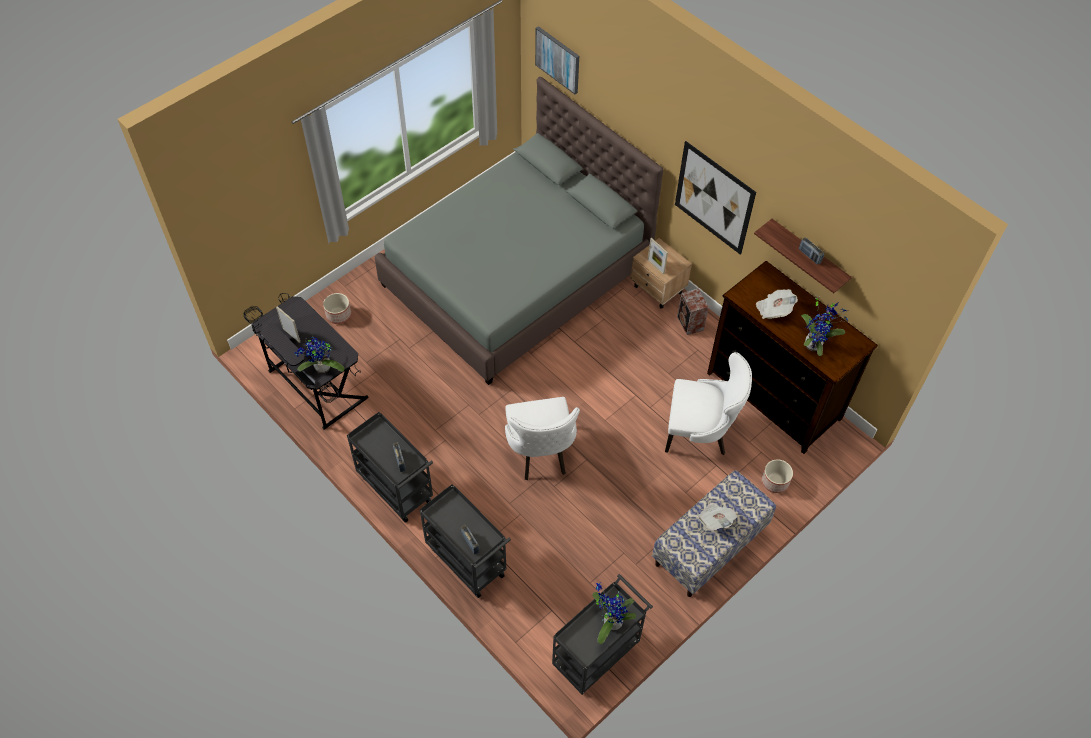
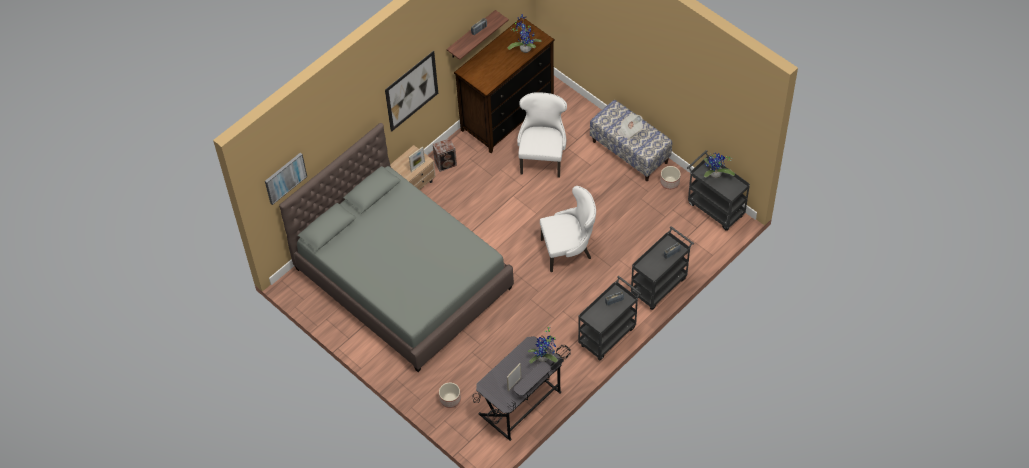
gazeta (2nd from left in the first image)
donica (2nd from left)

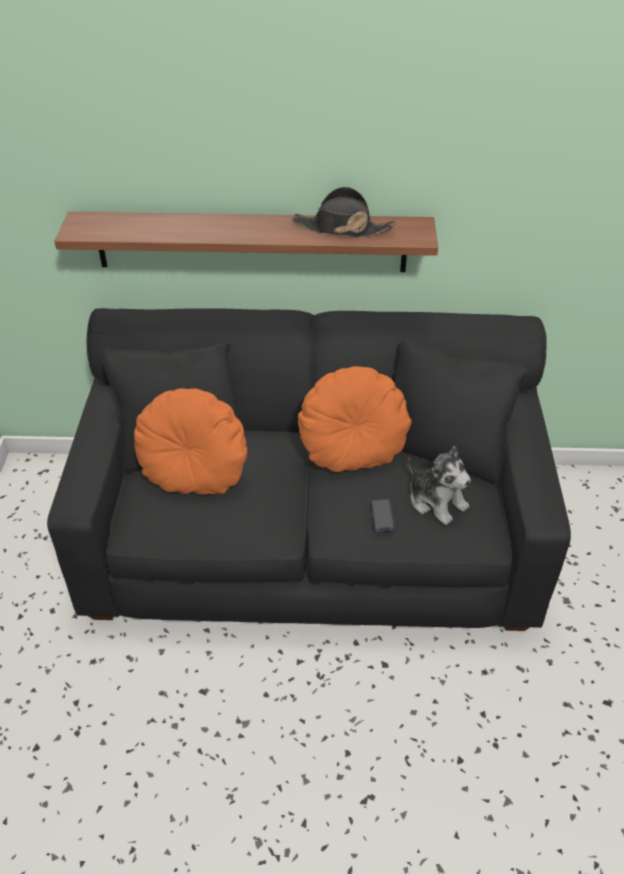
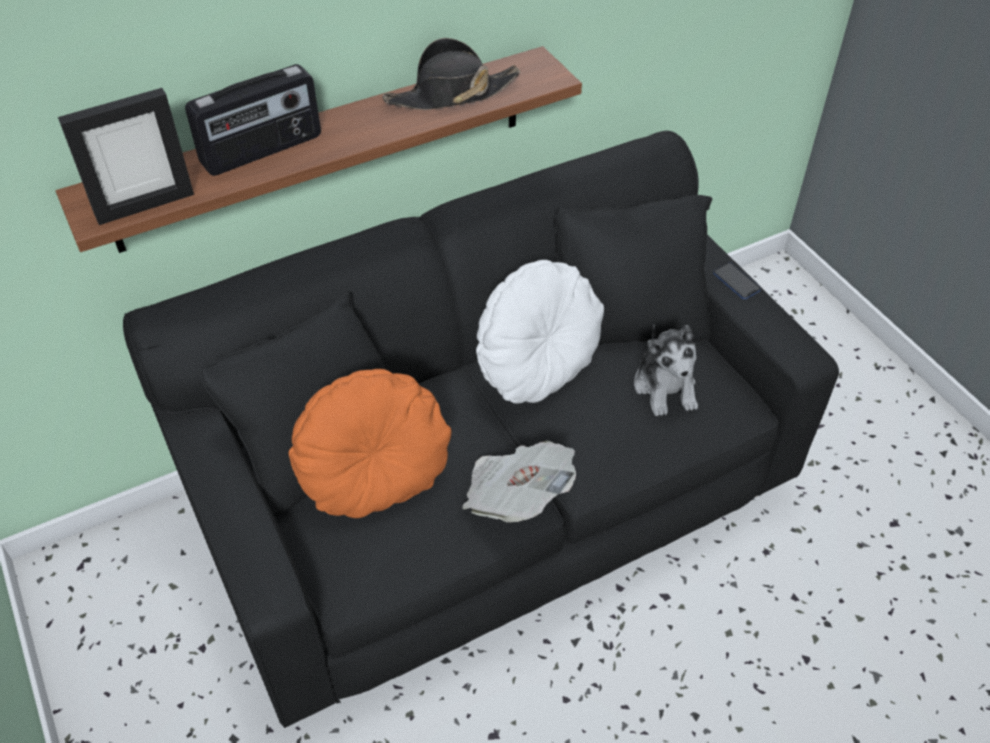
poduszka/biały
pluszak
telefon
radio
ramka na zdjęcie
gazeta

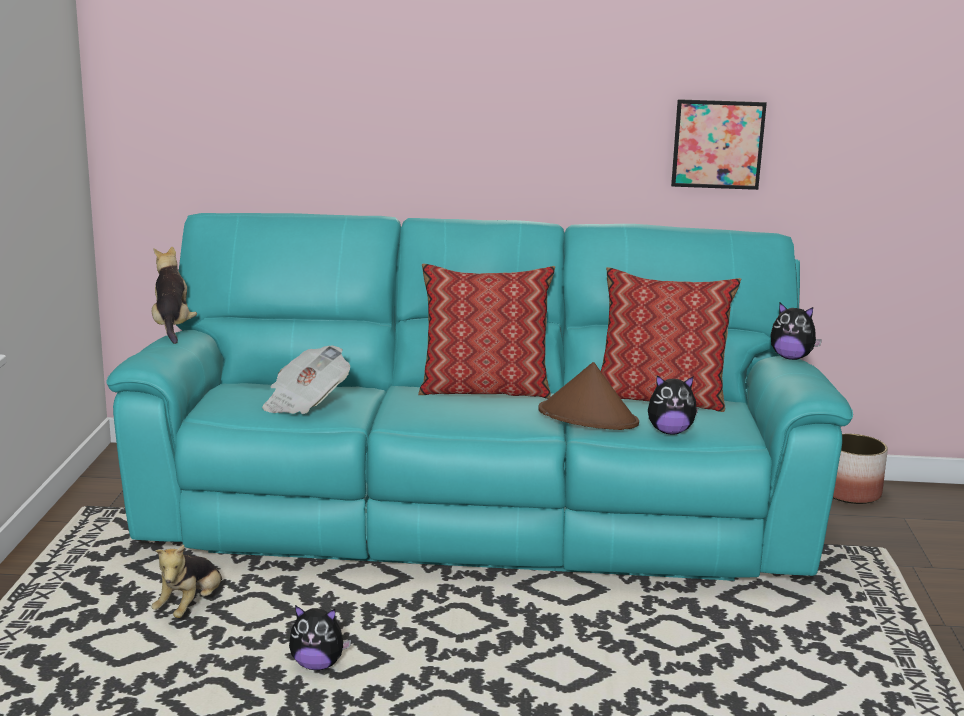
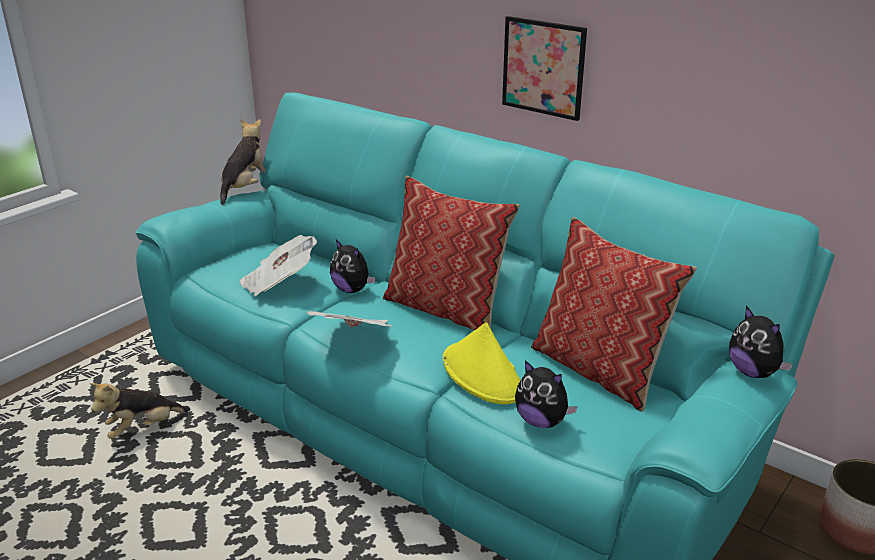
obraz
kapelusz/żółty
pluszak (3rd from left)
gazeta (2nd from left)

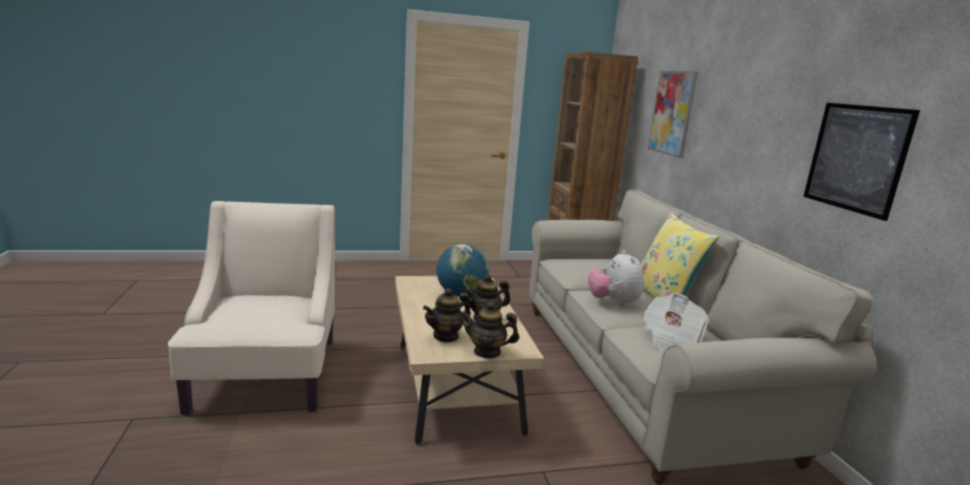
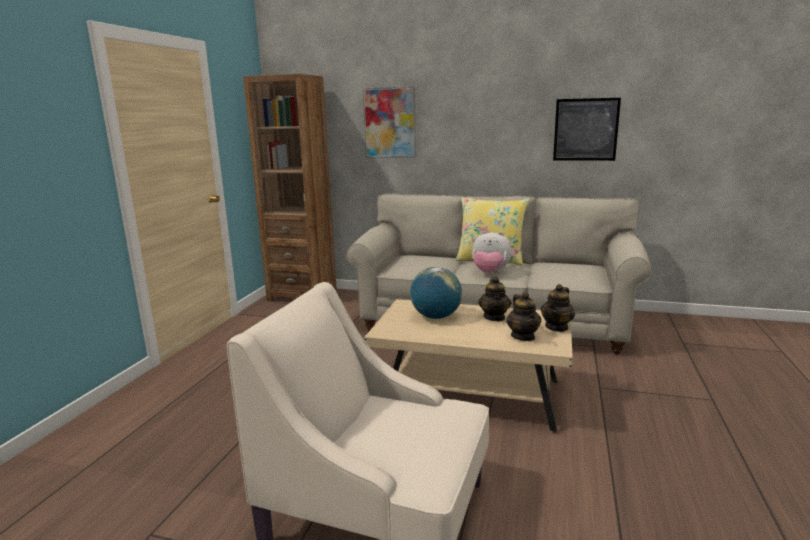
gazeta

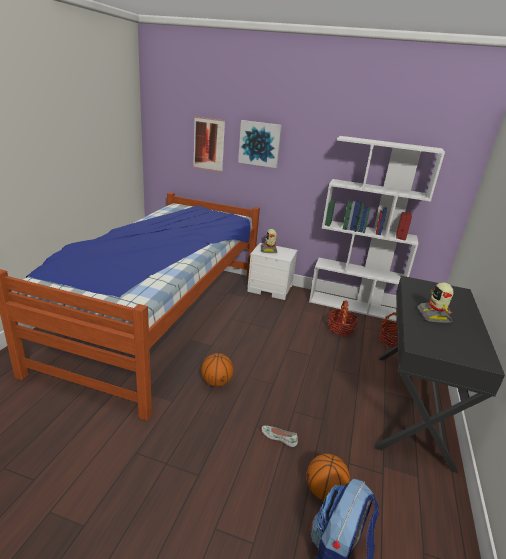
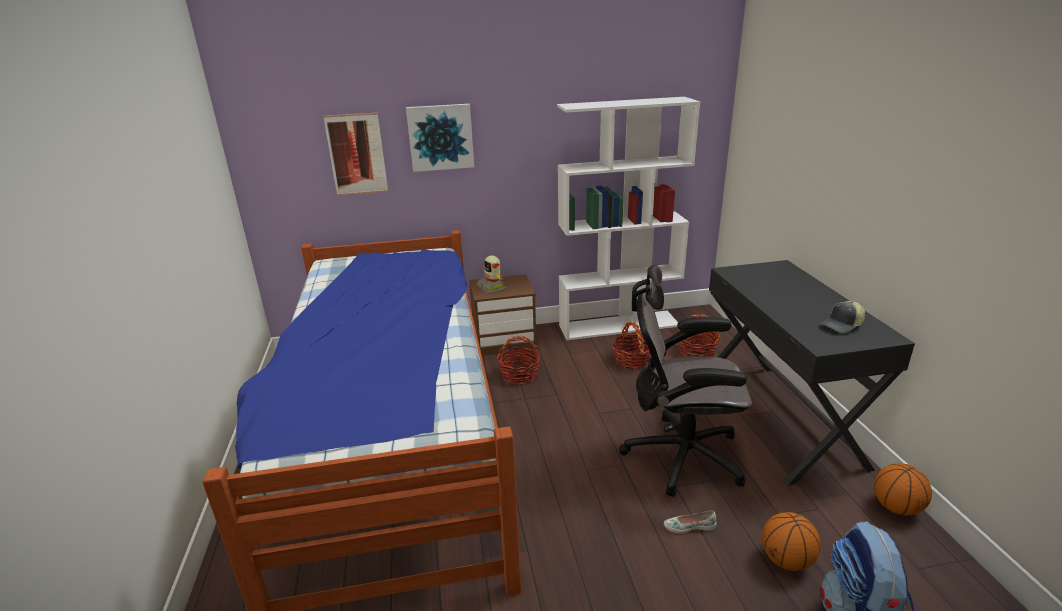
szafka nocna/brązowy
robot zabawkowy (2nd from left in the first image)
piłka do koszykówki (2nd from left)
krzesło biurowe
czapka z daszkiem
koszyk (1st from left)

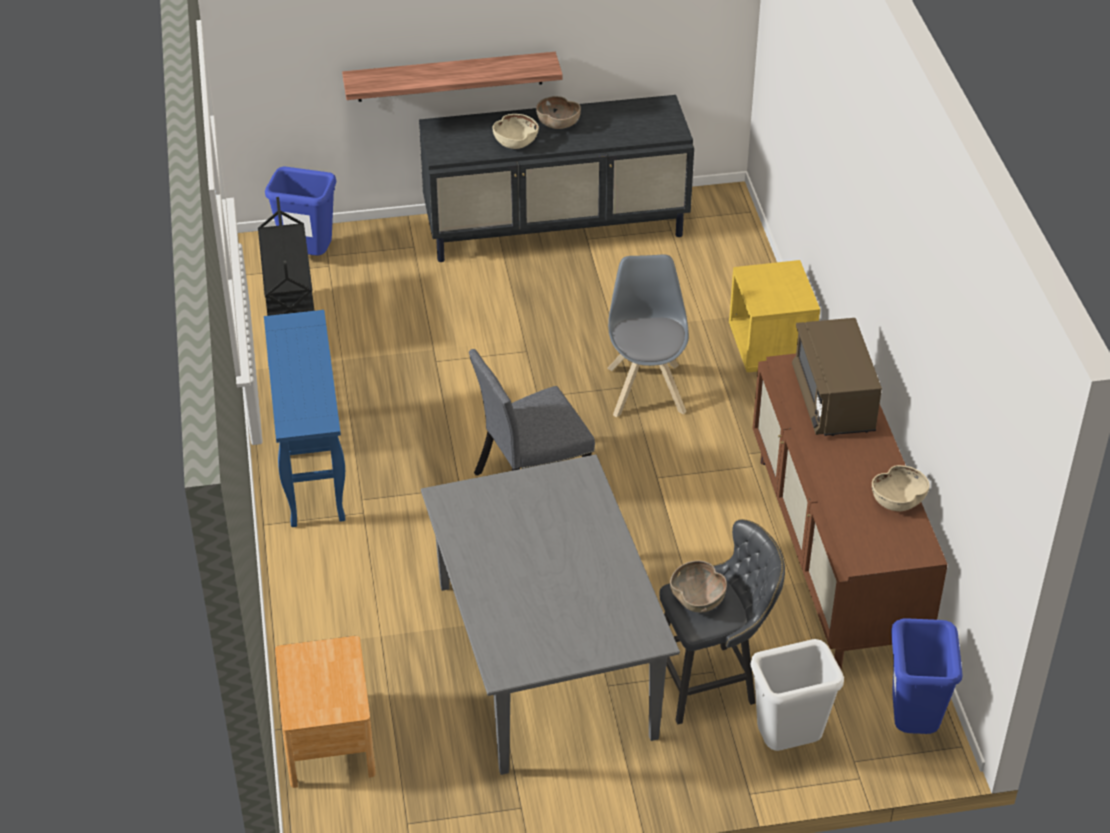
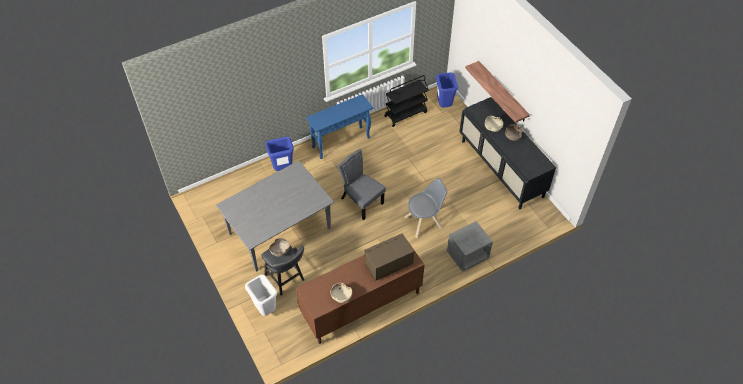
szafka nocna/szary
kosz na śmieci/niebieski (1st from left)
szafka nocna/brązowy

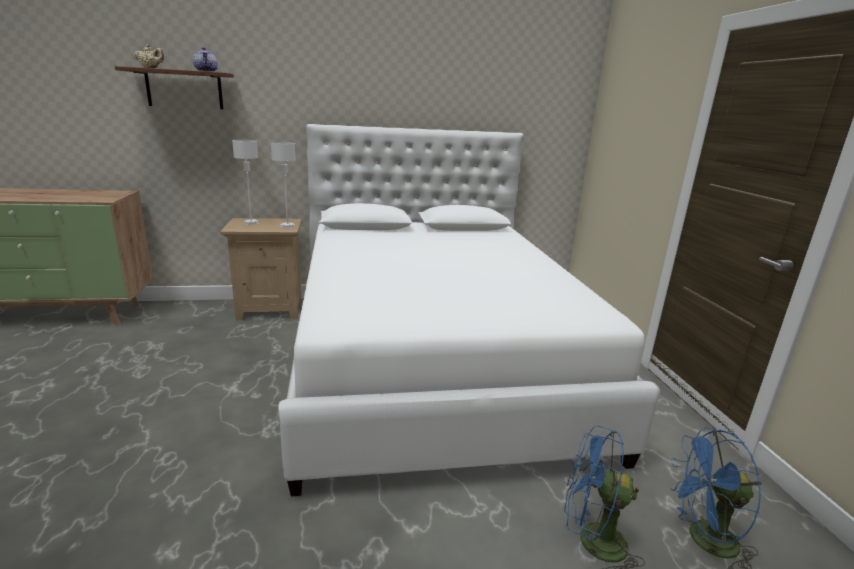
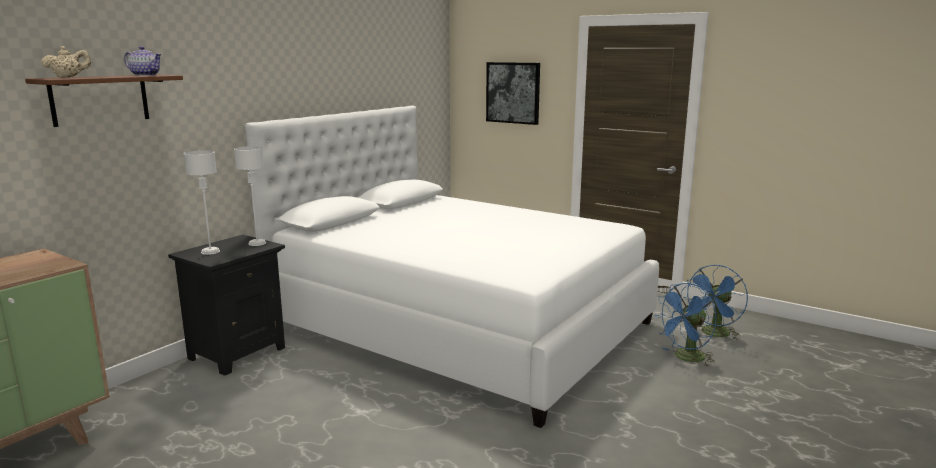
szafka nocna/czarny
obraz

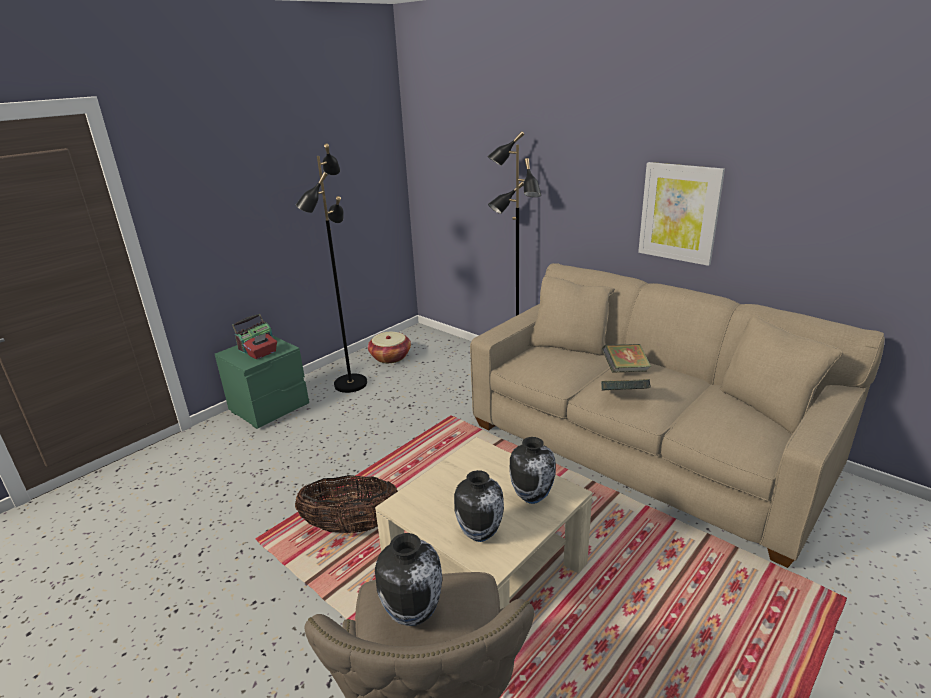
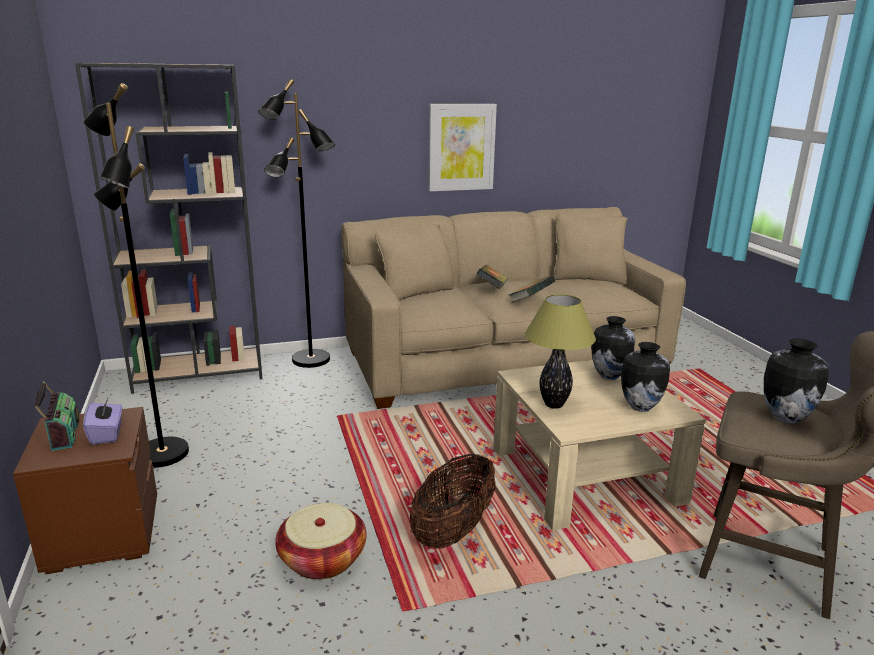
koszyk (1st from left)
pudełko chusteczek/fioletowy
szafka nocna/brązowy
regał
lampa stołowa

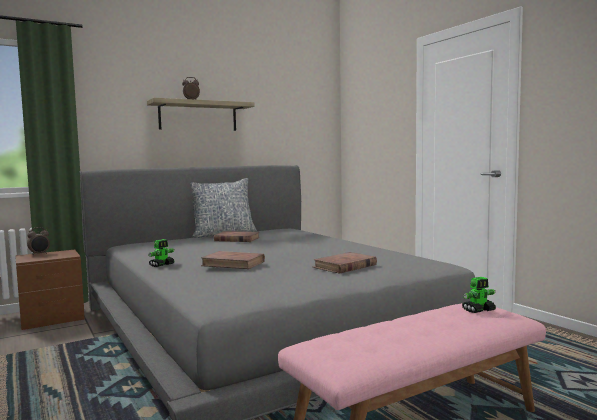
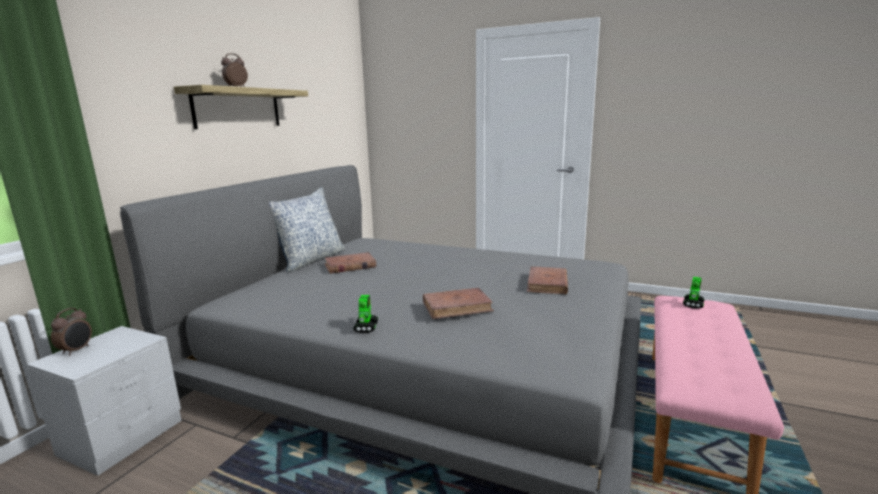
szafka nocna/szary

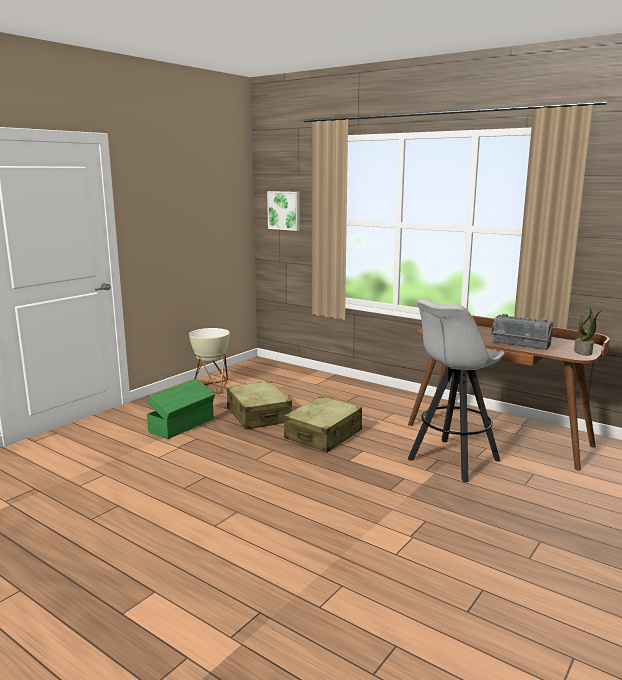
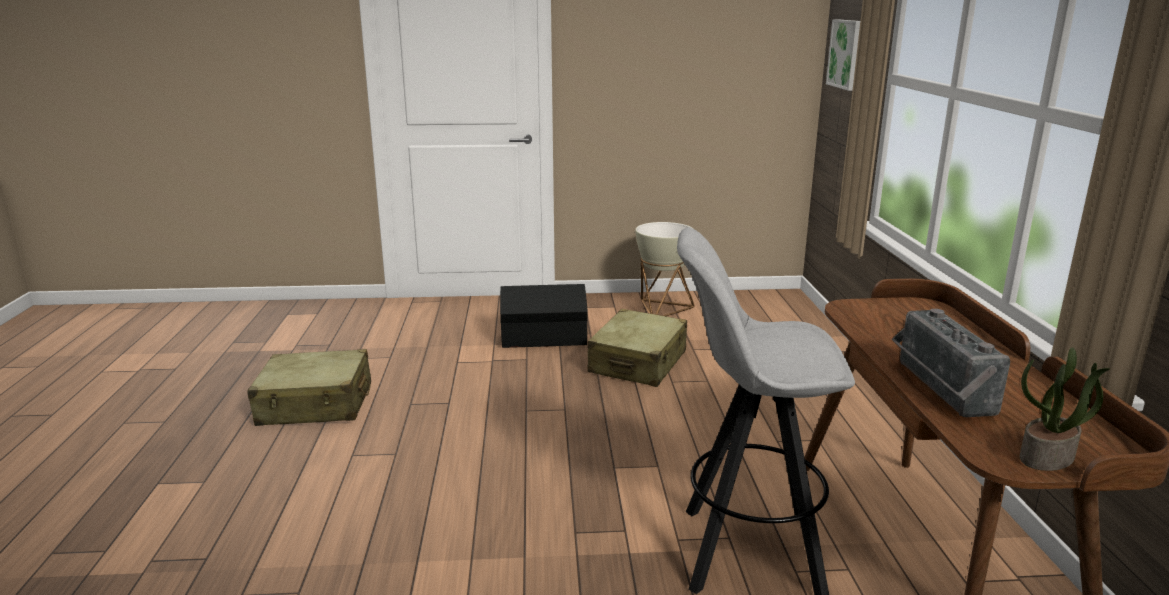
pojemnik do przechowywania/czarny
walizka/beżowy (1st from left)

